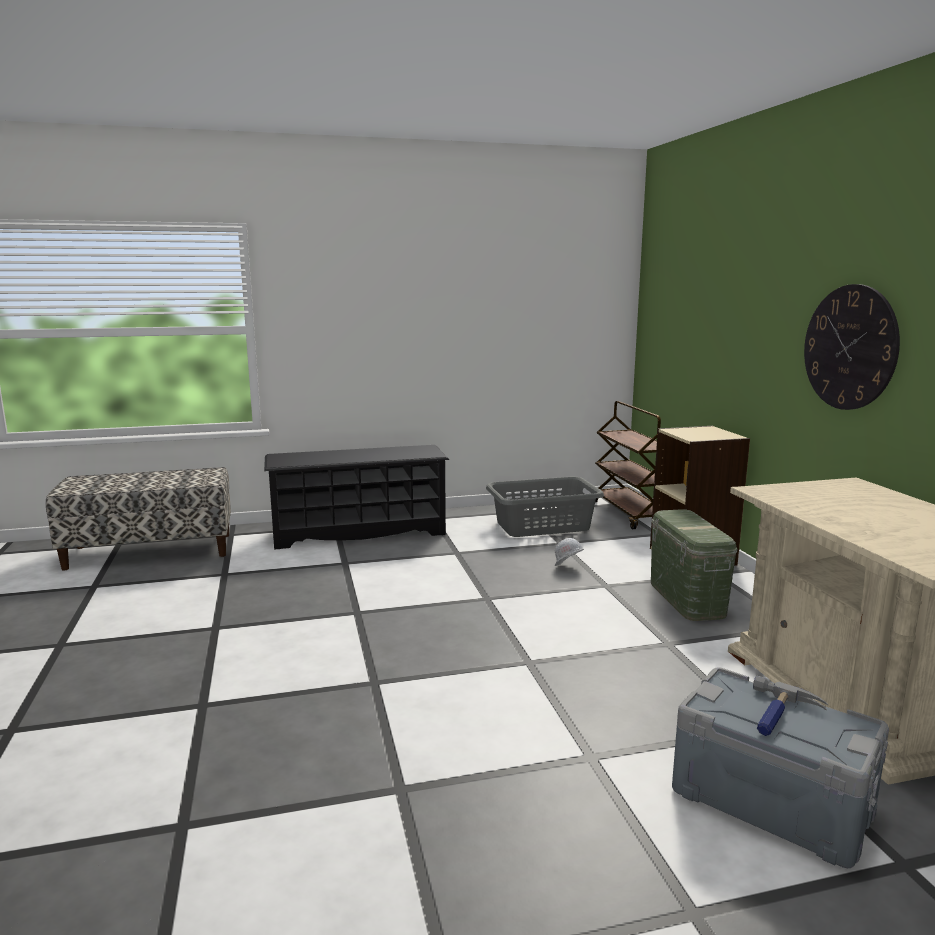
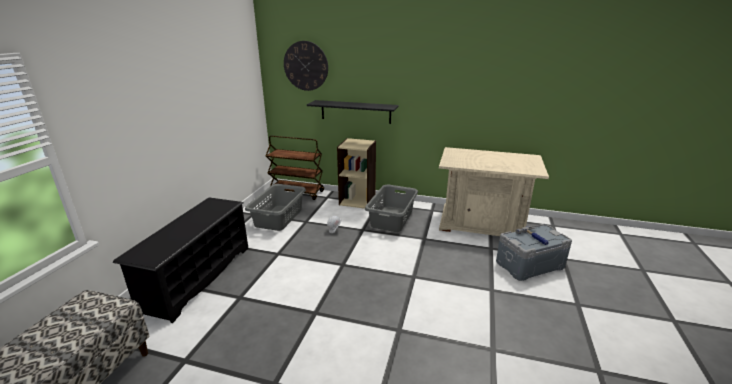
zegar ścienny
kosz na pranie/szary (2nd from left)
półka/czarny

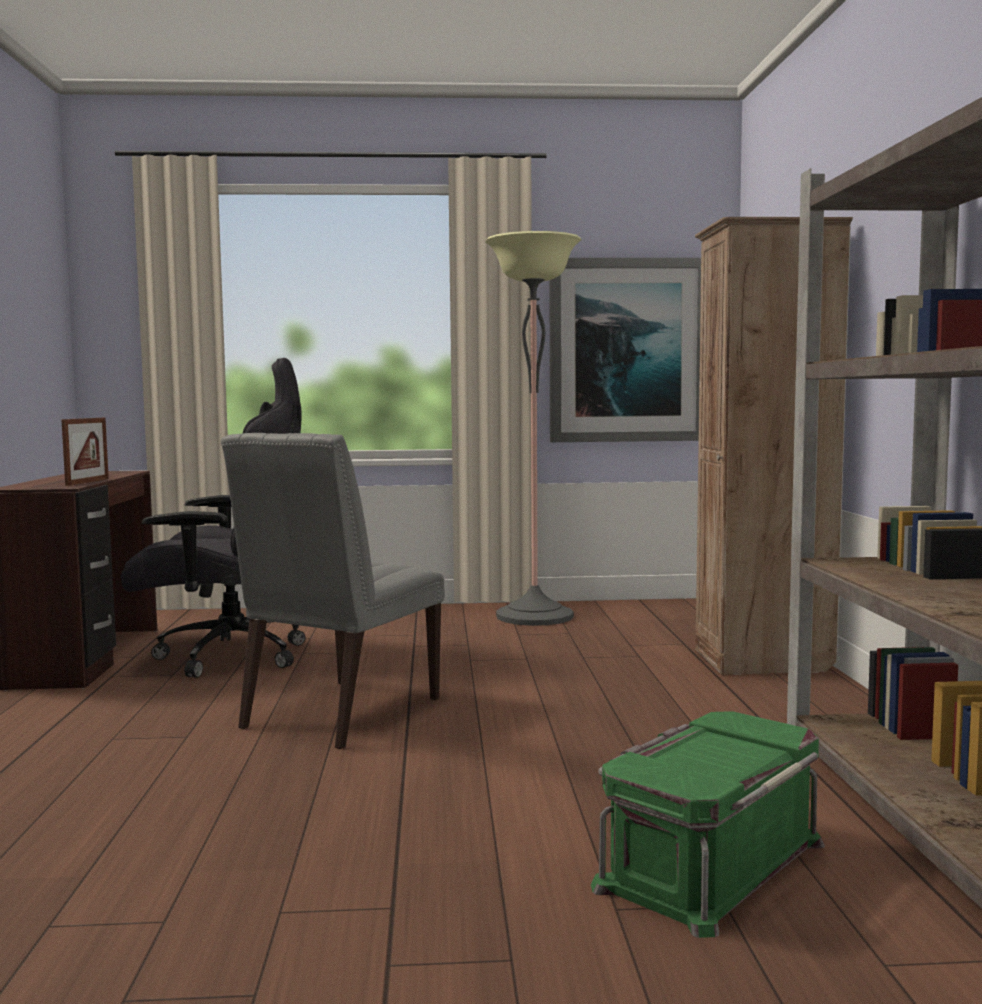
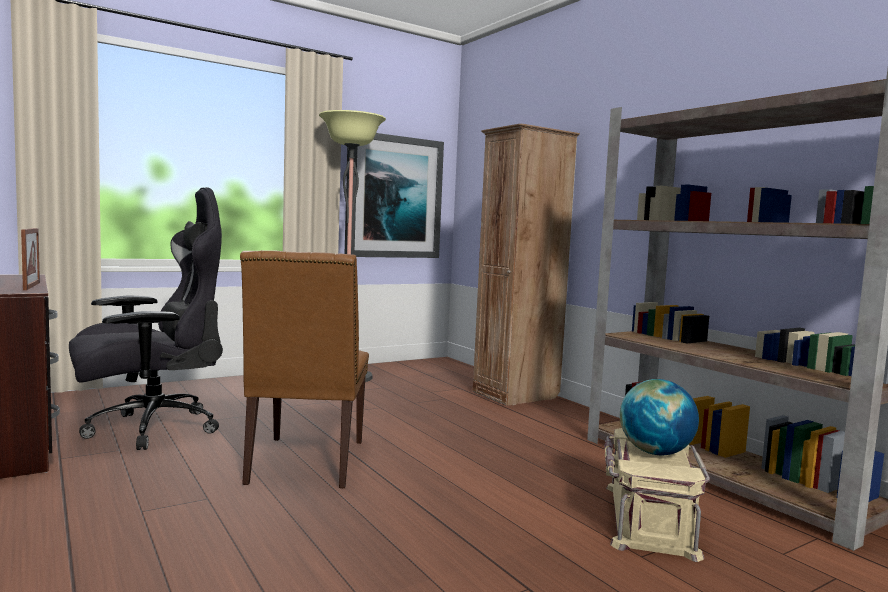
krzesło/brązowy
pojemnik do przechowywania/beżowy
globus

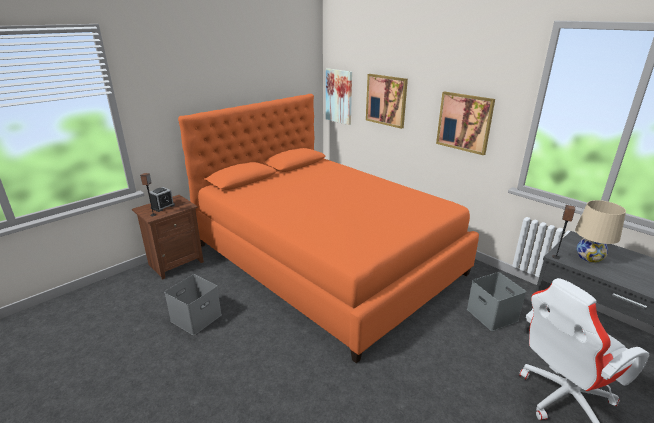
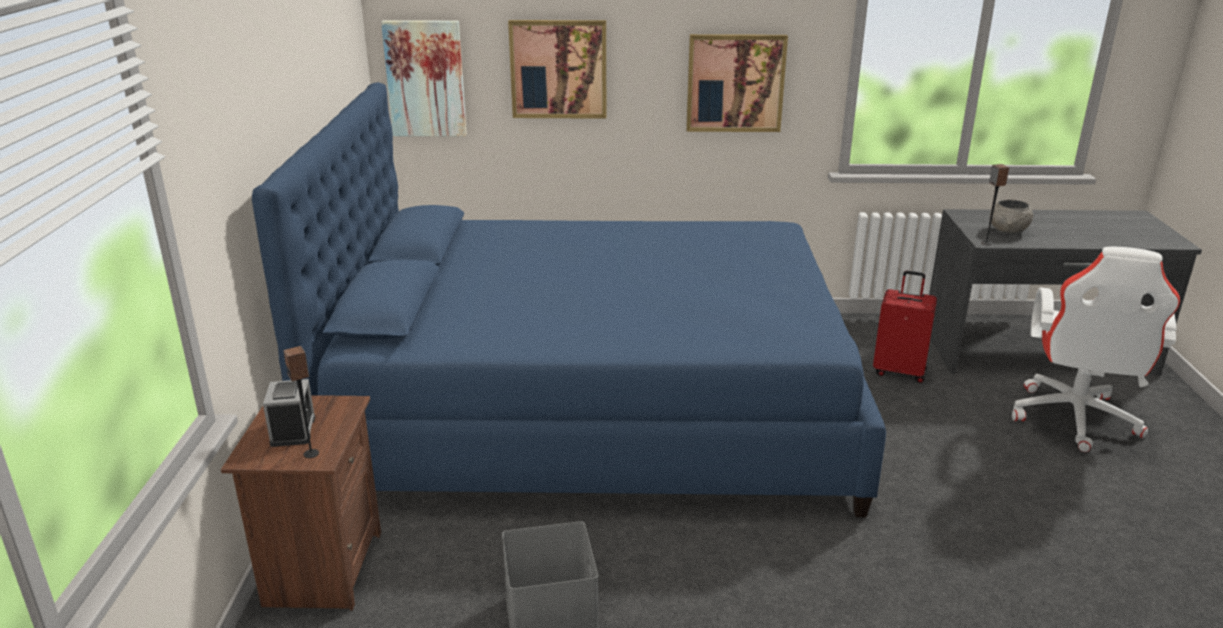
łóżko/niebieski
miska/szary
walizka/czerwony

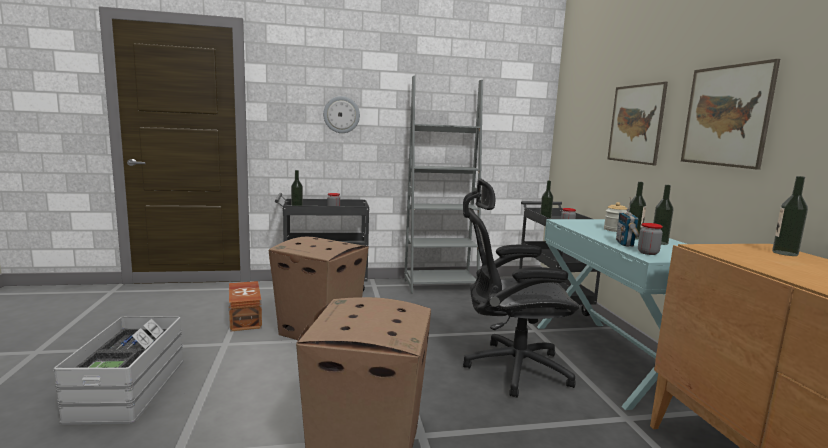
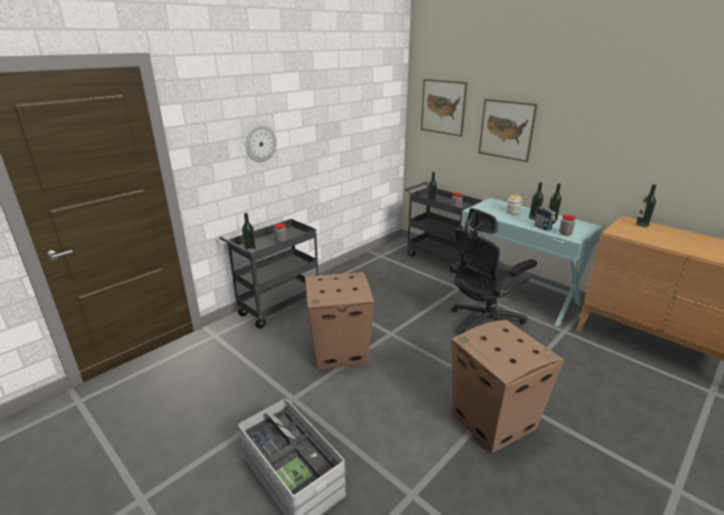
obraz (1st from left)
regał/szary
pojemnik do przechowywania/brązowy

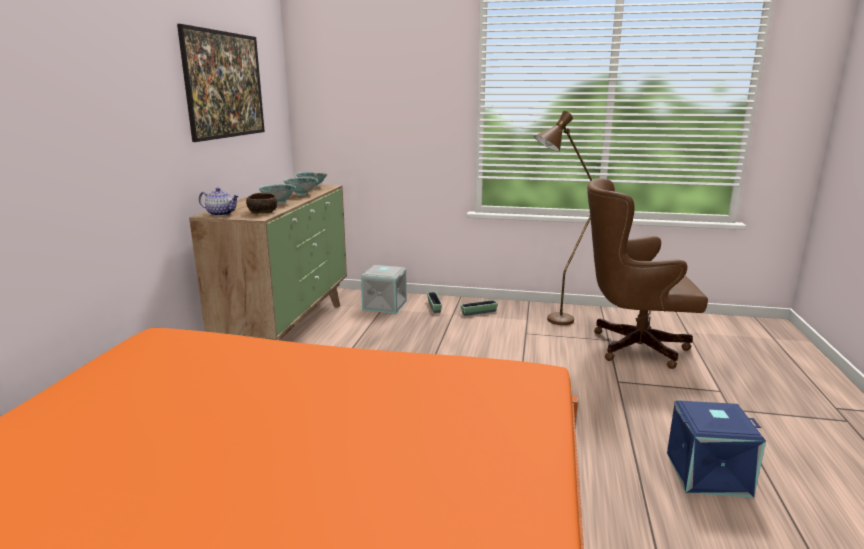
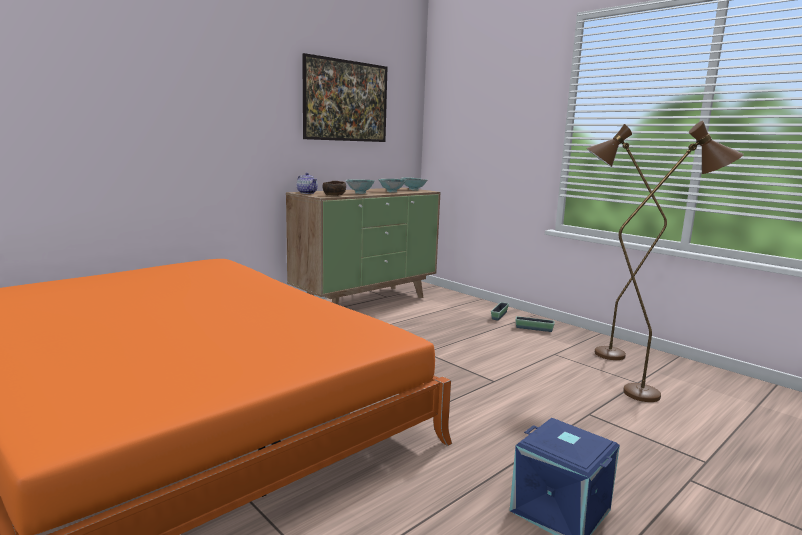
lampa stojąca/brązowy (2nd from left)
pojemnik do przechowywania/szary

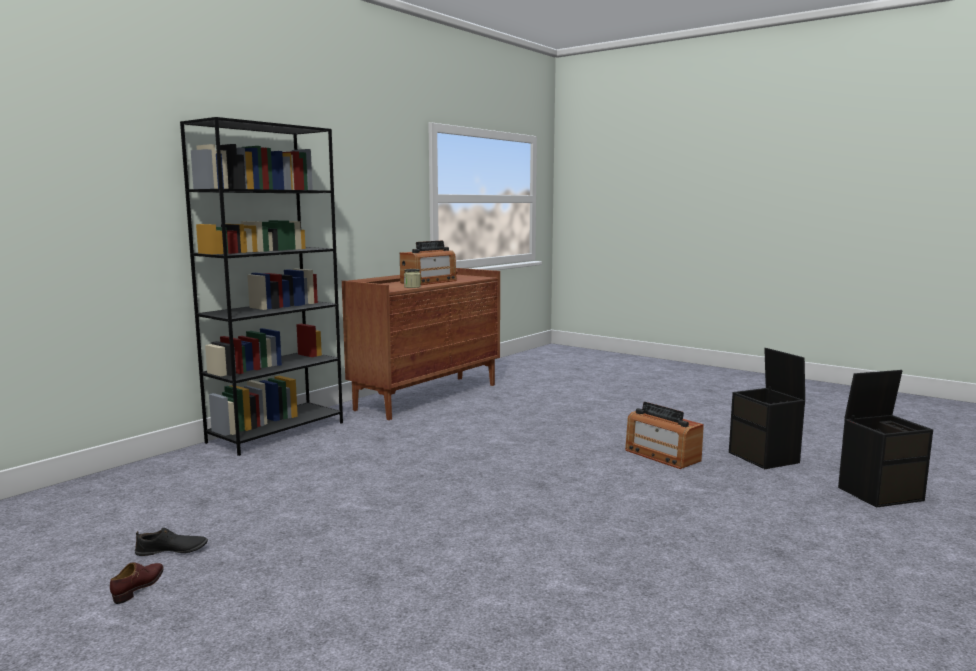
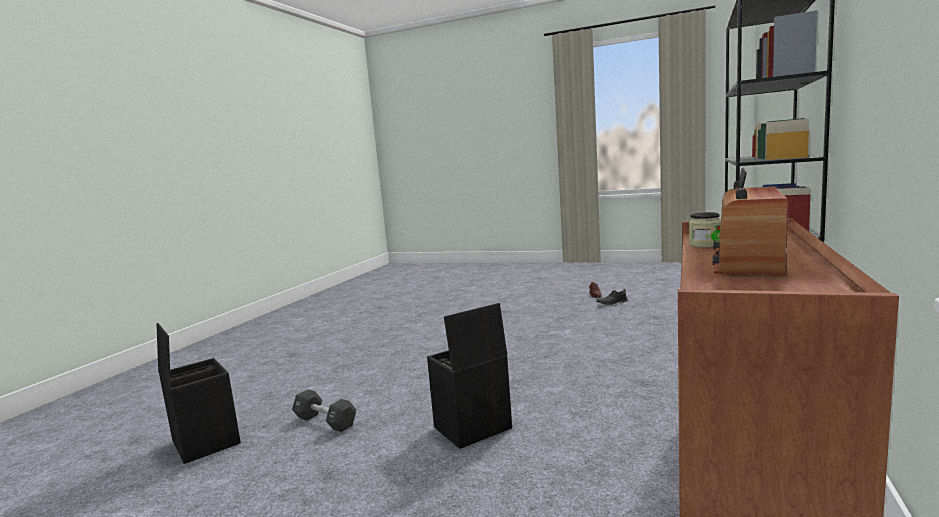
pojemnik do przechowywania/czarny (2nd from left)
hantel/czarny

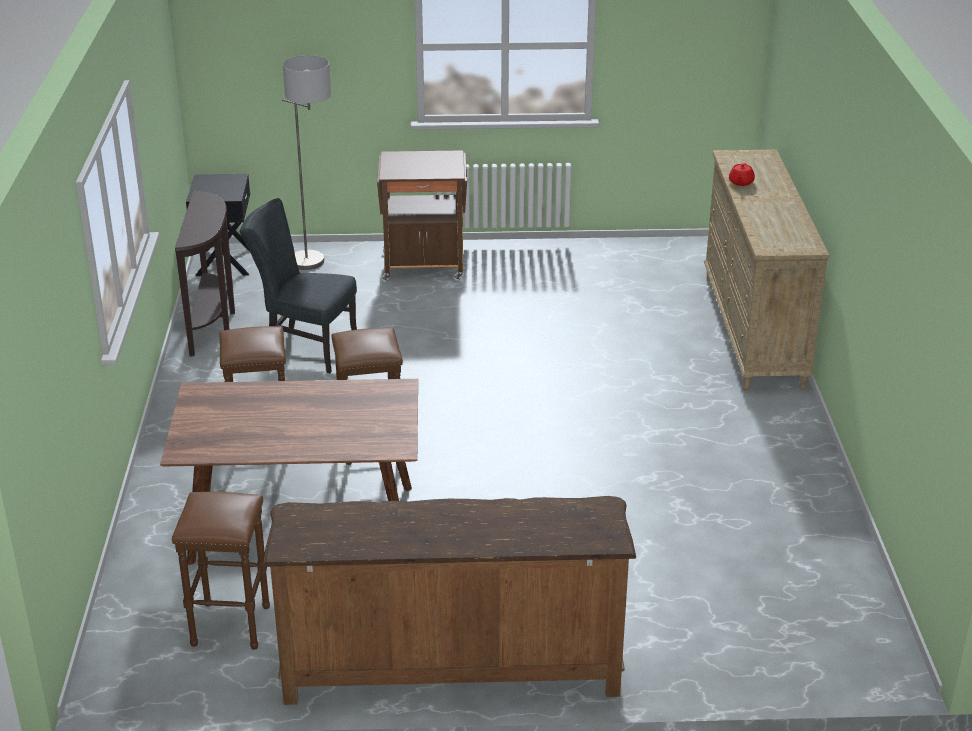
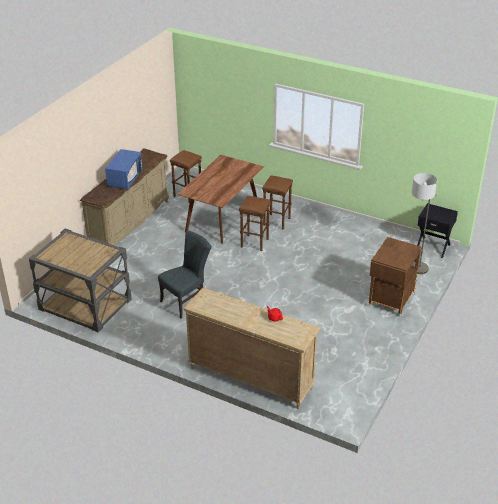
stolik konsolowy/brązowy
krzesło/szary
mikrofalówka/niebieski
regał

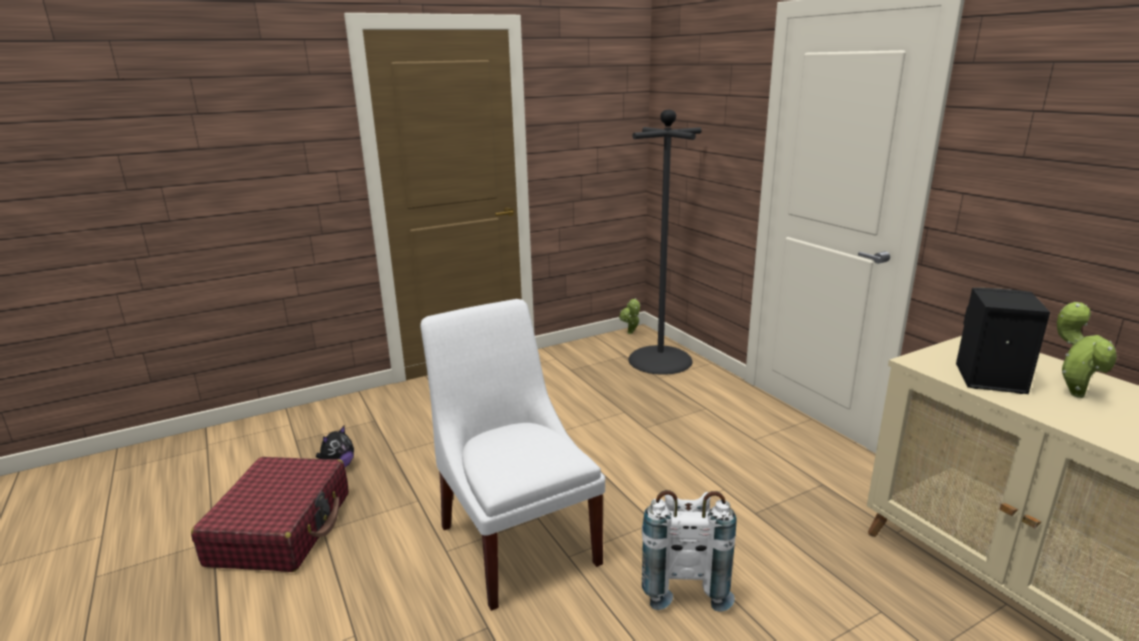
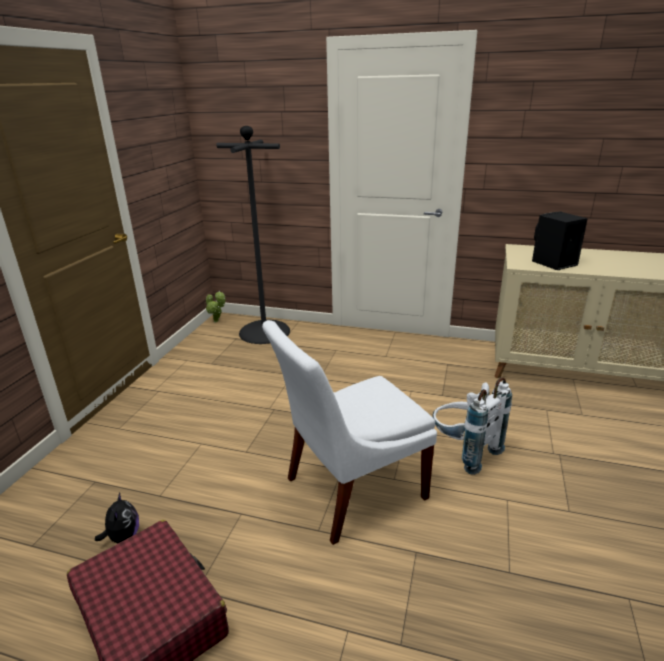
krzesło/biały
roślina doniczkowa (2nd from left in the first image)

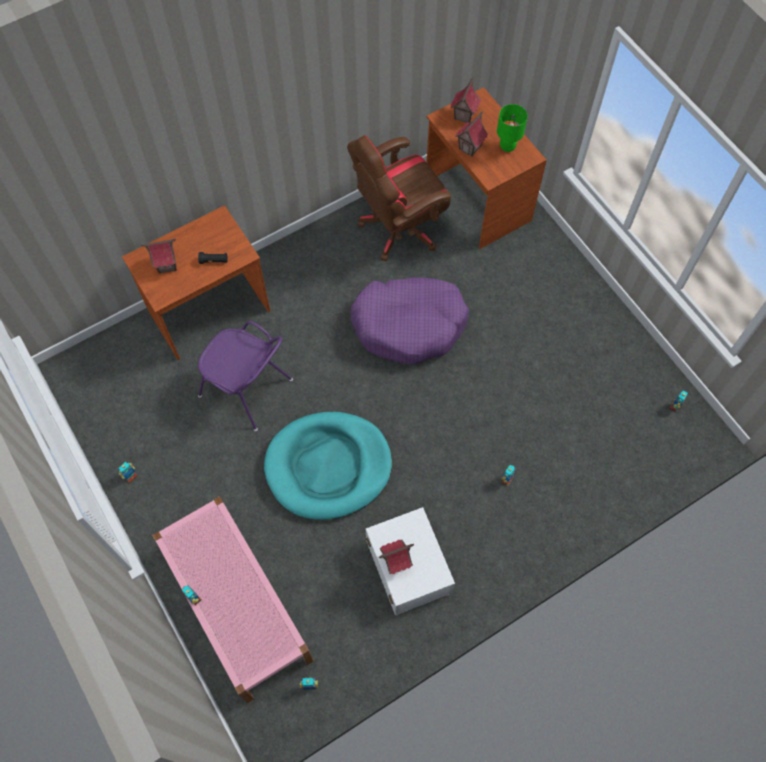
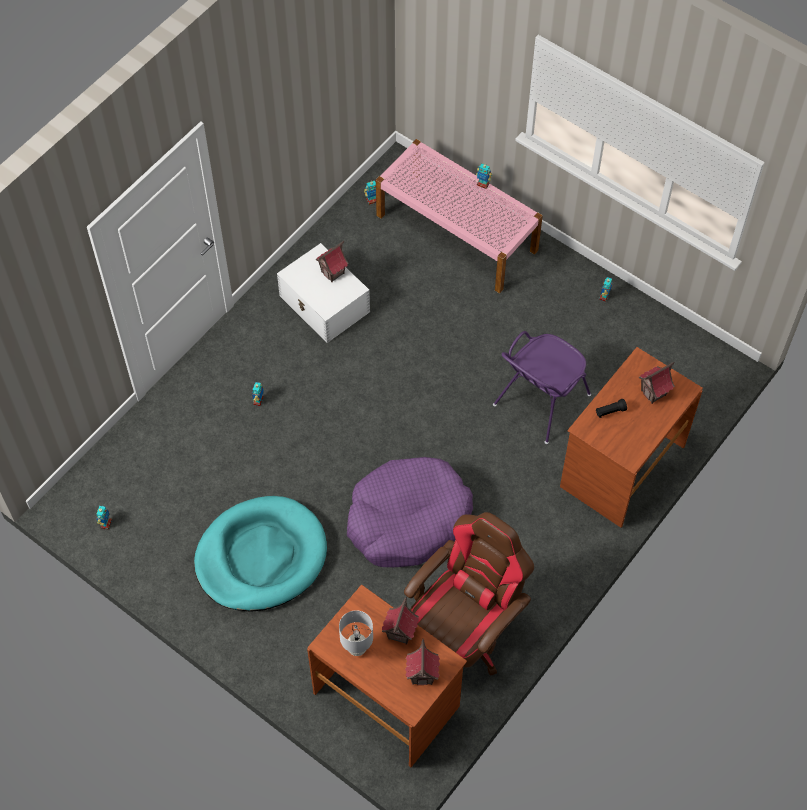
lampa stołowa/szary
krzesło/fioletowy
legowisko/turkusowy

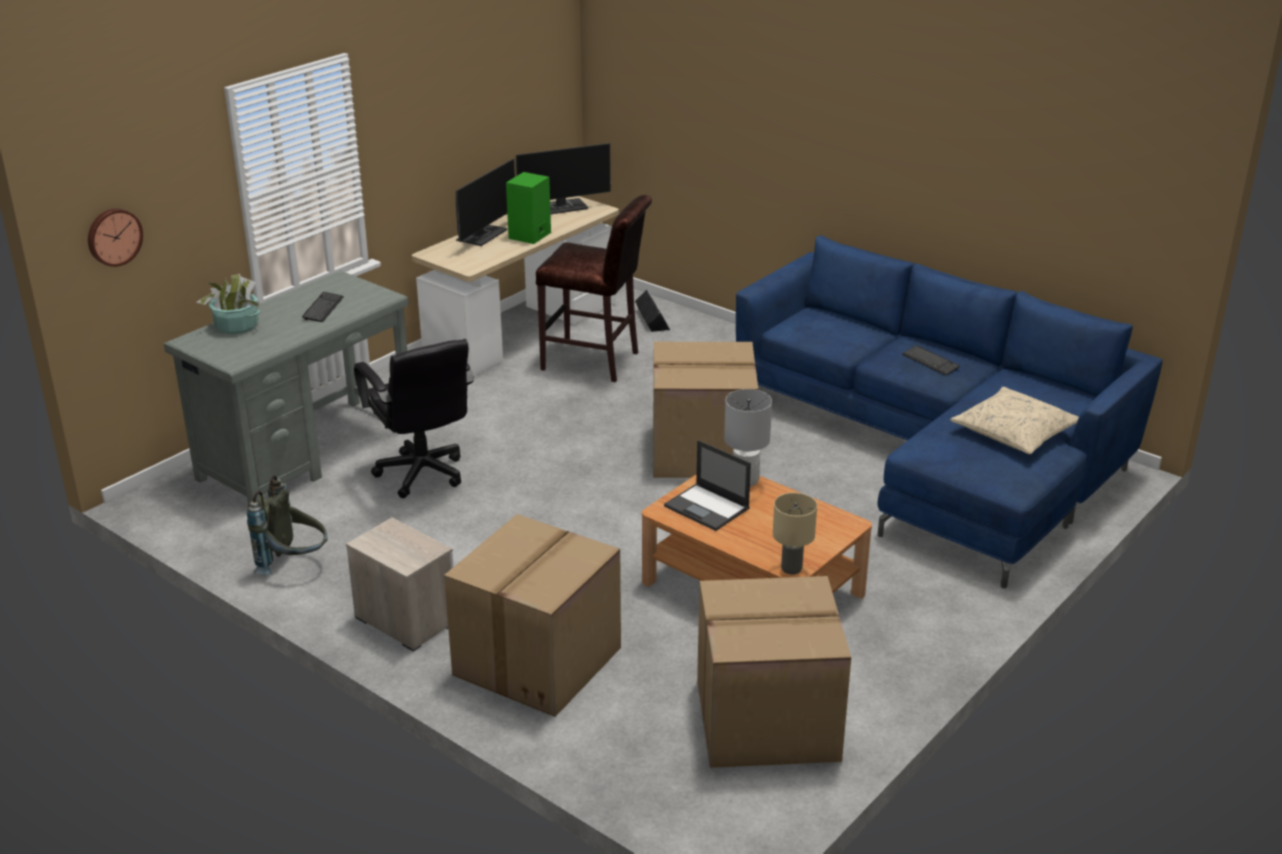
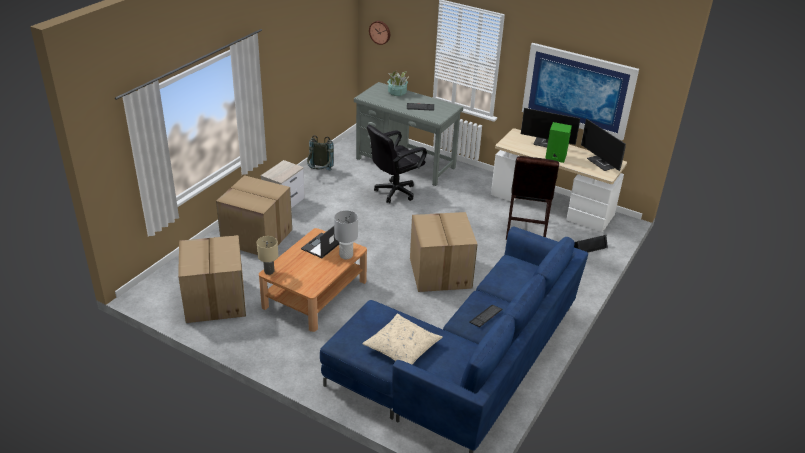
obraz

